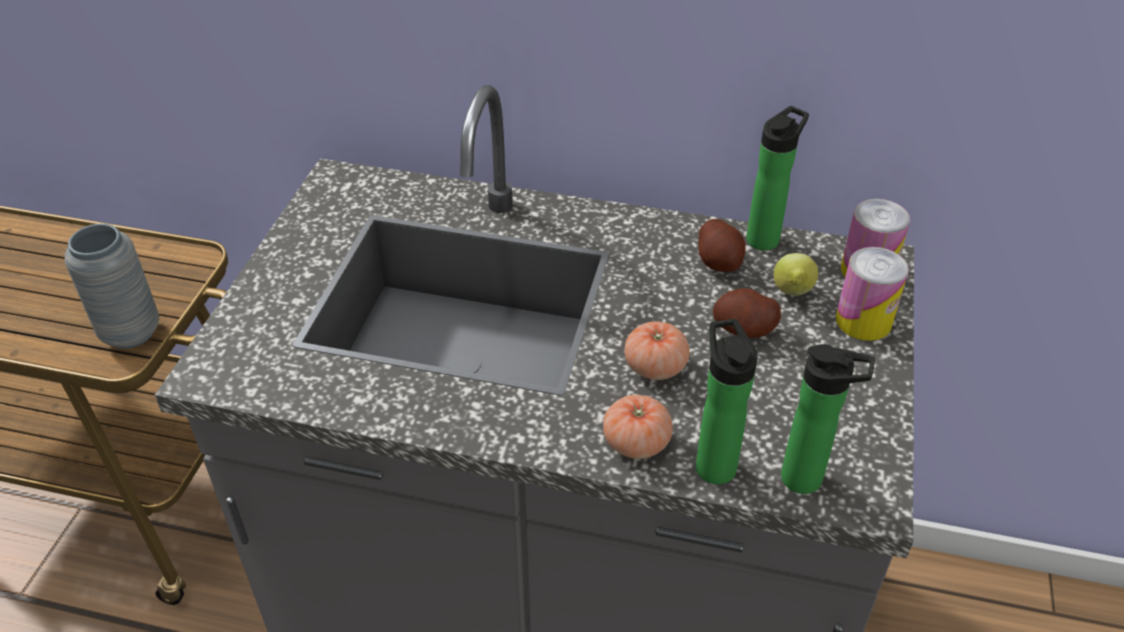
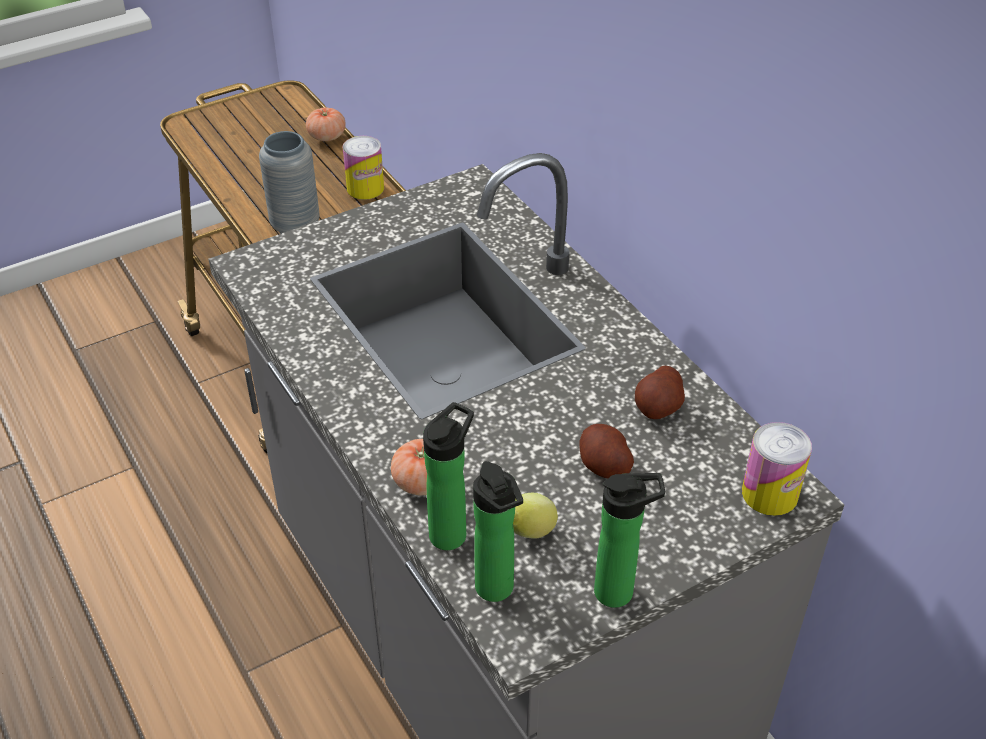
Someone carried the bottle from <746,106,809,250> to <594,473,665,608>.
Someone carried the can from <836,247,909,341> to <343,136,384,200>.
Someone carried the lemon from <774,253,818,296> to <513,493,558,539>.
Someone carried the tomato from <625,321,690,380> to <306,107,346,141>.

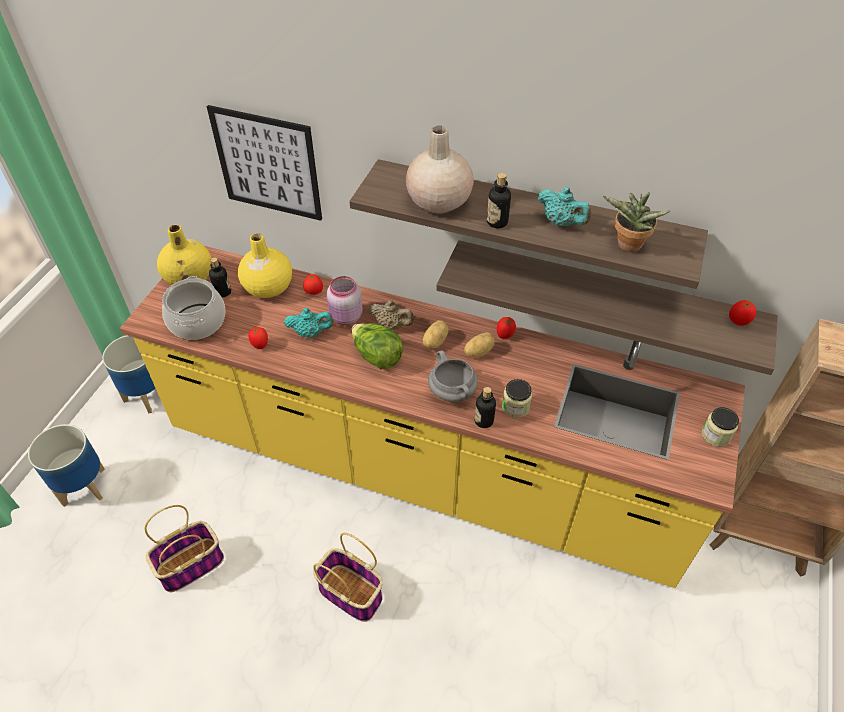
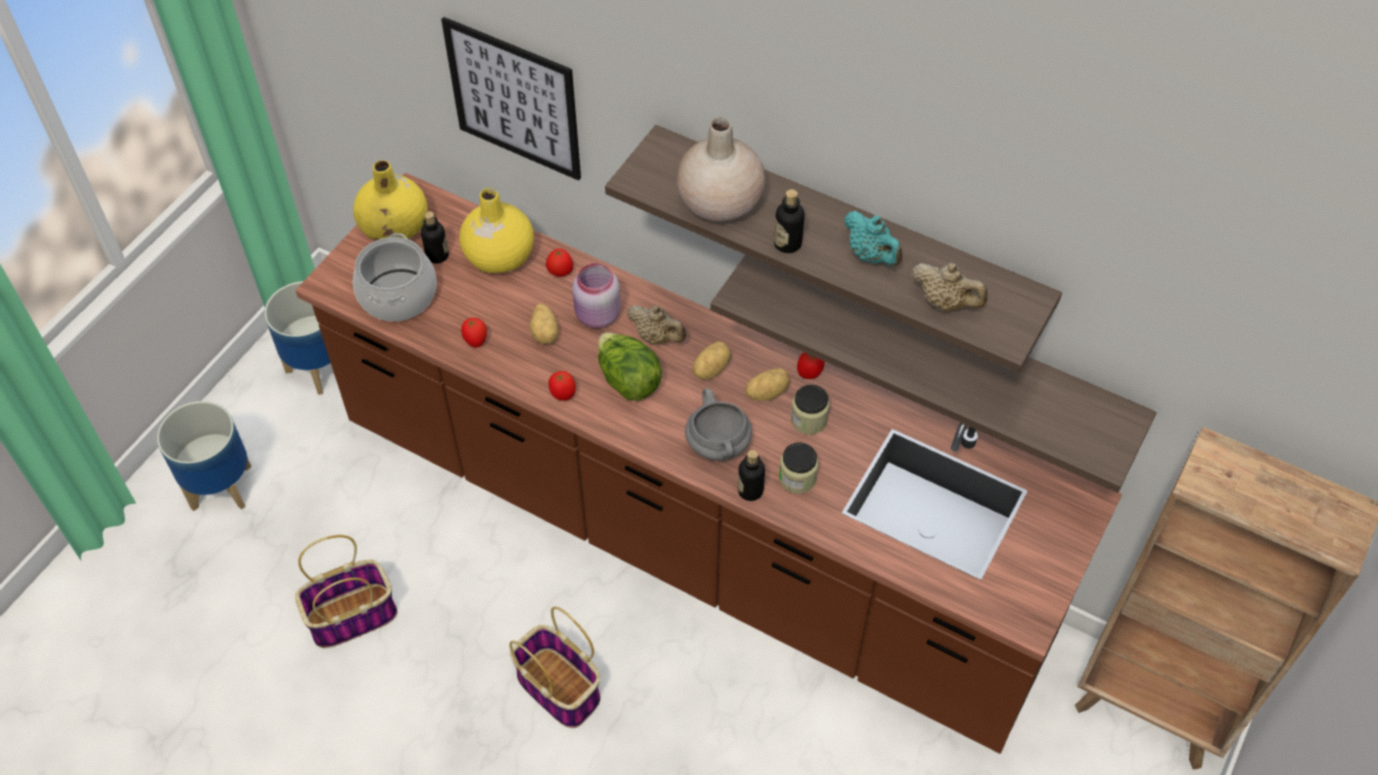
Someone swapped the potted_plant at <603,192,670,252> for the beige_teapot at <911,263,988,311>.
Someone repainted the yellow_counter at <120,246,745,588>, which became the brown_counter at <295,173,1122,754>.
Someone carried the tomato from <729,300,756,326> to <548,371,576,400>.
Someone swapped the turquoise_teapot at <284,308,334,338> for the potato at <529,303,558,344>.
Someone carried the jar from <702,407,739,447> to <791,385,830,435>.

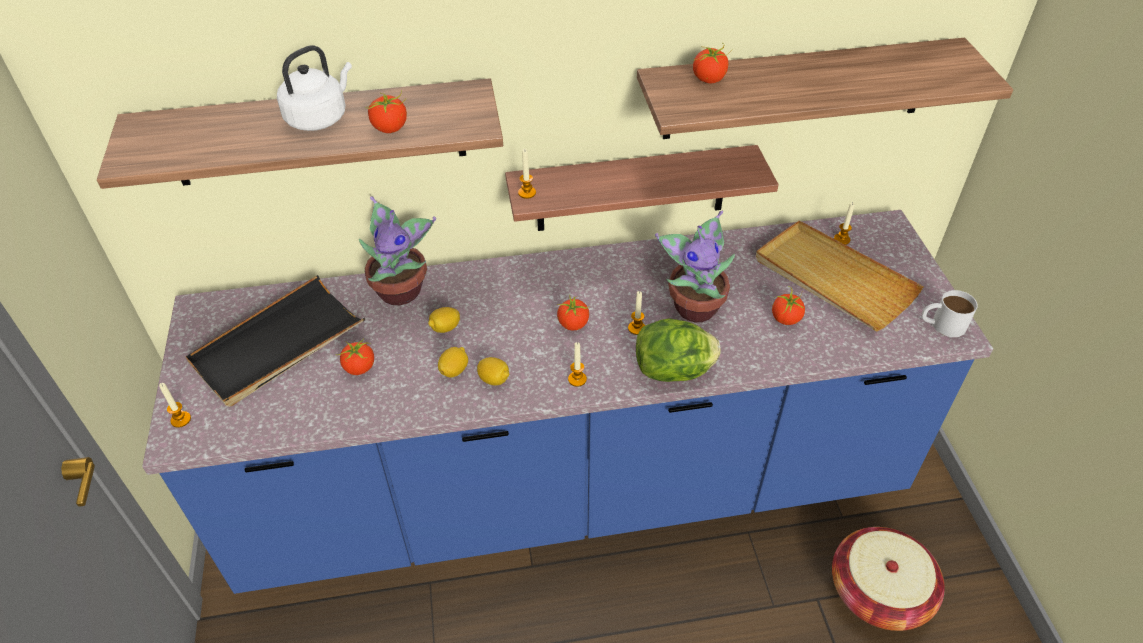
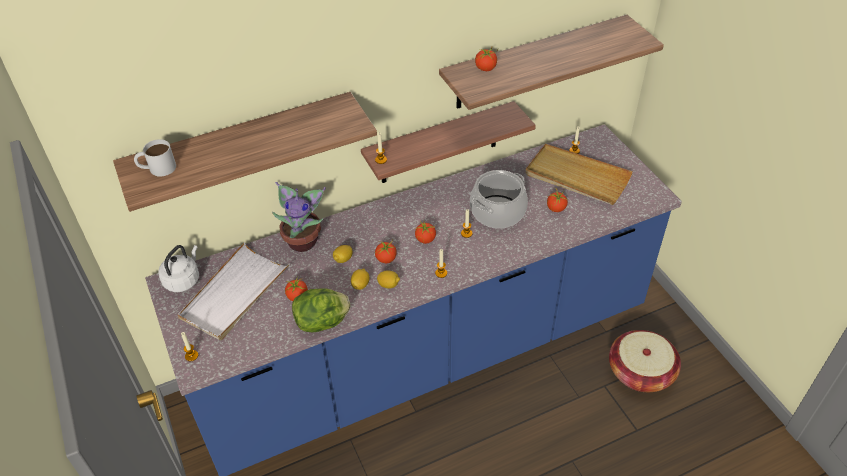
Someone carried the white_kettle from <277,45,352,131> to <158,245,199,292>.
Someone carried the tomato from <365,90,407,133> to <375,238,398,263>.
Someone swapped the potted_plant at <655,211,735,322> for the cooking_pot at <470,170,528,229>.
Someone repainted the black_tray at <185,275,365,407>, which became the white_tray at <178,243,290,340>.
Someone carried the white_mug from <922,290,978,337> to <134,139,176,177>.
Someone carried the lettuce from <636,318,721,382> to <292,288,350,332>.

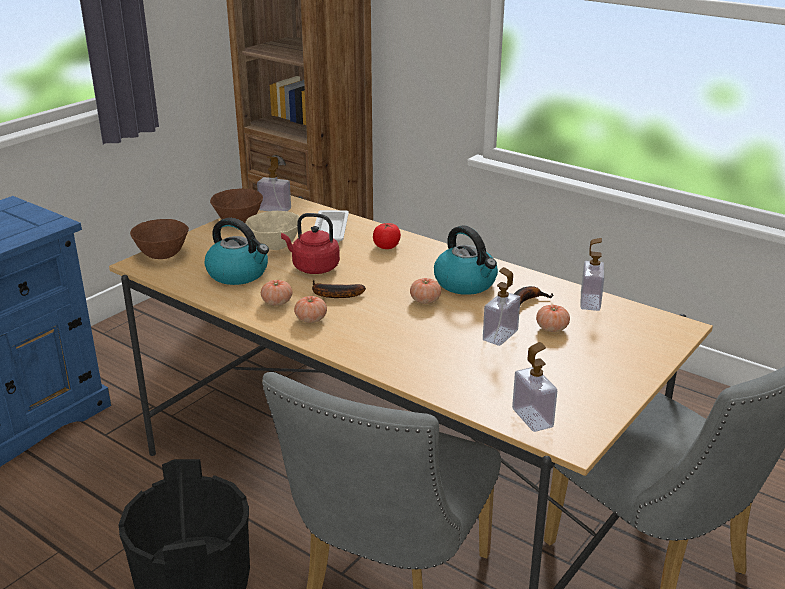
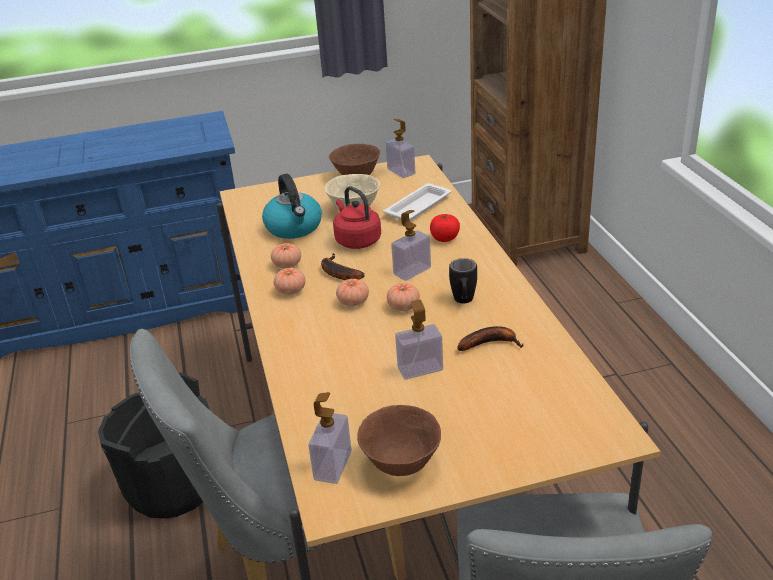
Someone carried the brown_bowl from <130,219,189,259> to <357,405,441,476>.
Someone swapped the kettle at <434,225,498,295> for the black_mug at <449,258,477,304>.
Someone carried the soap_dispenser from <580,238,604,311> to <391,210,431,281>.
Someone carried the tomato from <536,305,570,332> to <336,279,369,306>.

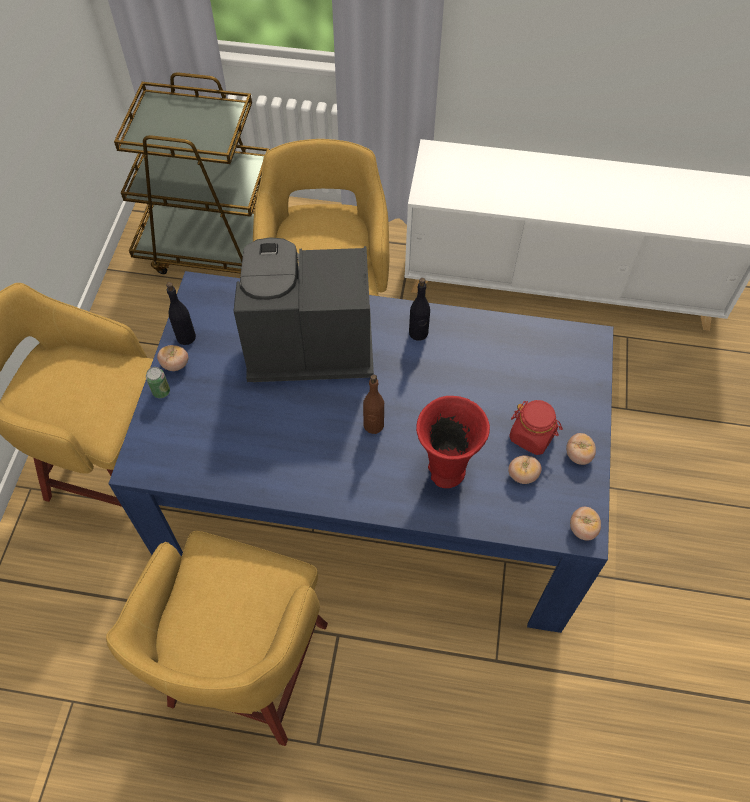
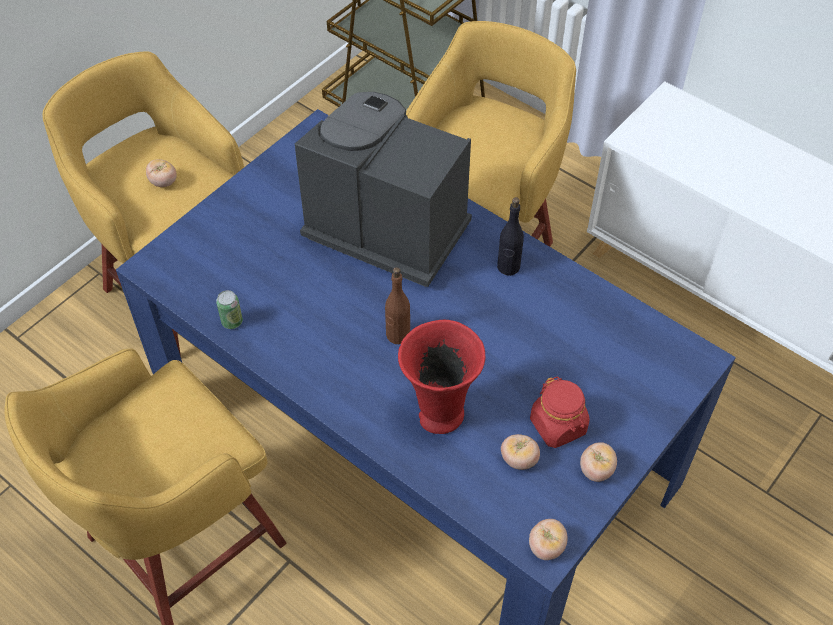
Someone took away the black_bottle at <166,282,196,345>.
Someone carried the tomato from <157,345,188,371> to <146,159,177,187>.
Someone carried the can from <146,367,170,398> to <216,290,243,329>.

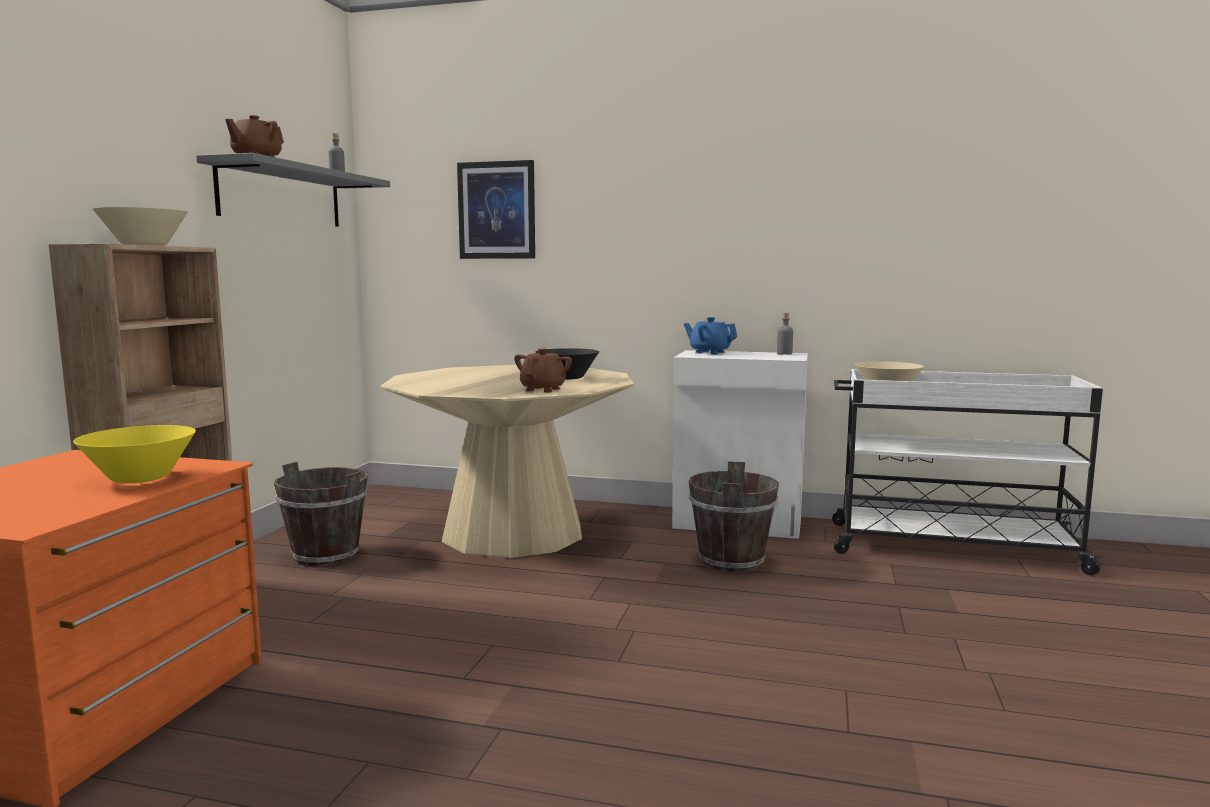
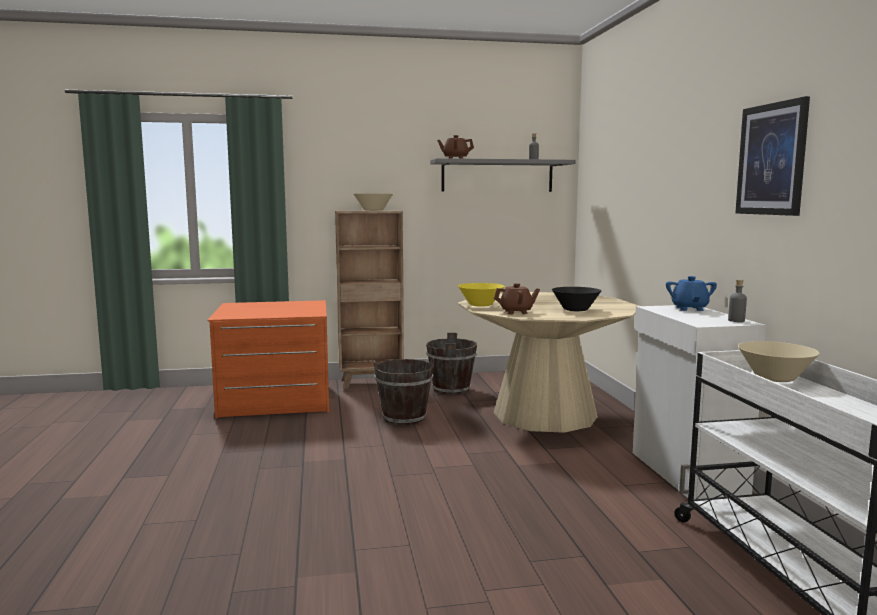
Someone carried the picture from <457,160,535,259> to <735,96,810,216>.
Someone carried the yellow_bowl from <73,425,196,483> to <458,283,505,307>.
Someone carried the brown_bucket from <689,461,779,572> to <373,357,435,426>.

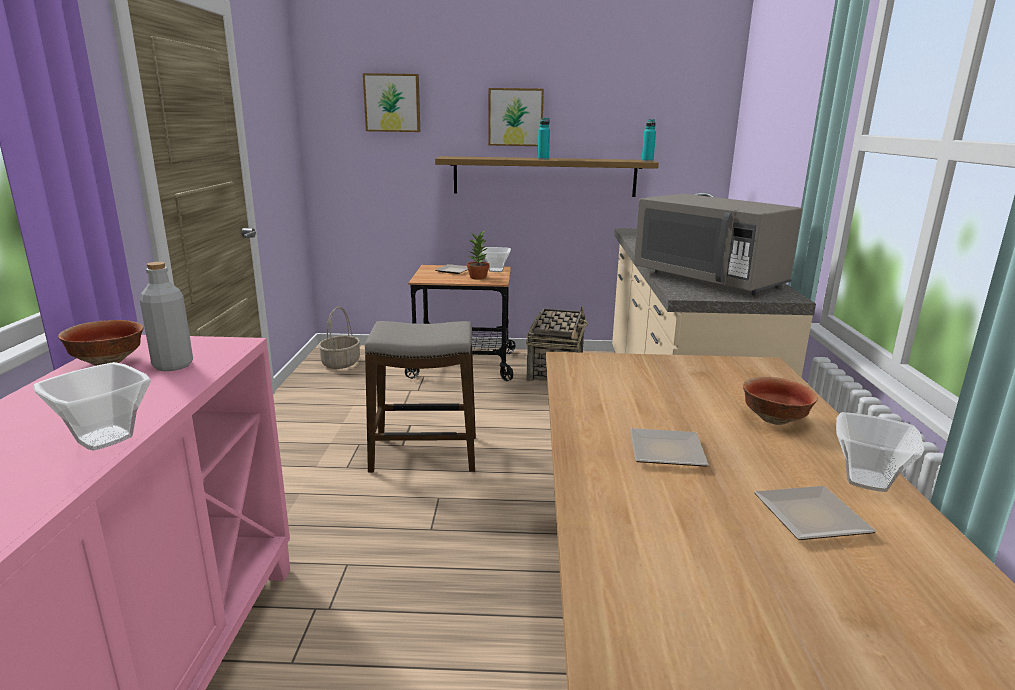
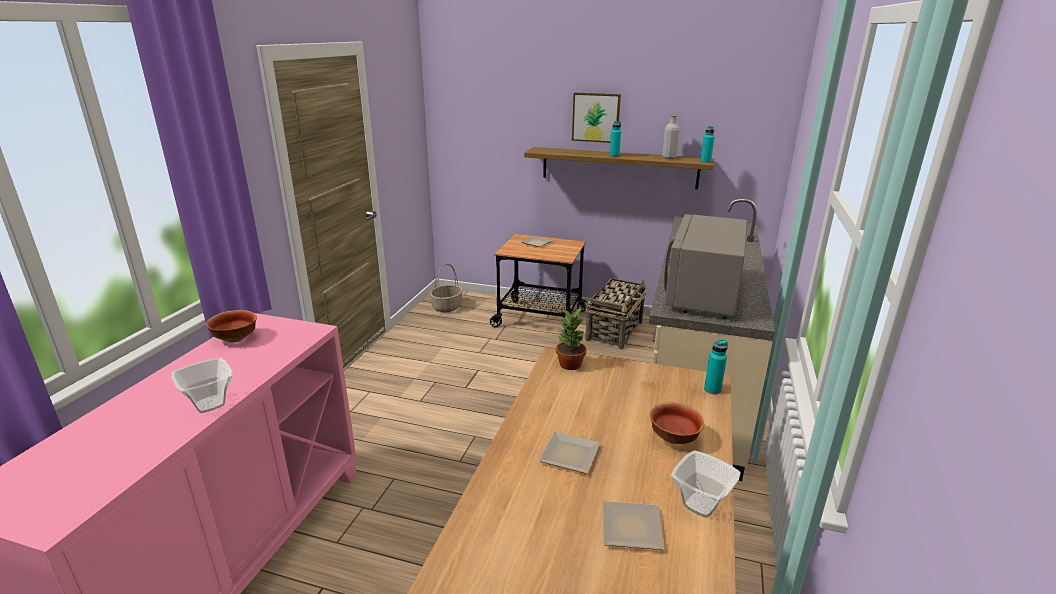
Someone took away the picture at <363,73,420,132>.
Someone rotated the grey_microwave at <634,194,802,296> by 45 degrees clockwise.
Someone carried the potted_plant from <467,230,490,280> to <556,308,586,370>.
Someone took away the bowl at <482,247,511,272>.
Someone carried the grey_bottle from <140,262,193,371> to <662,115,680,159>.
Someone took away the stool at <365,321,476,473>.
Someone put down the turquoise_bottle at <704,340,728,394>.

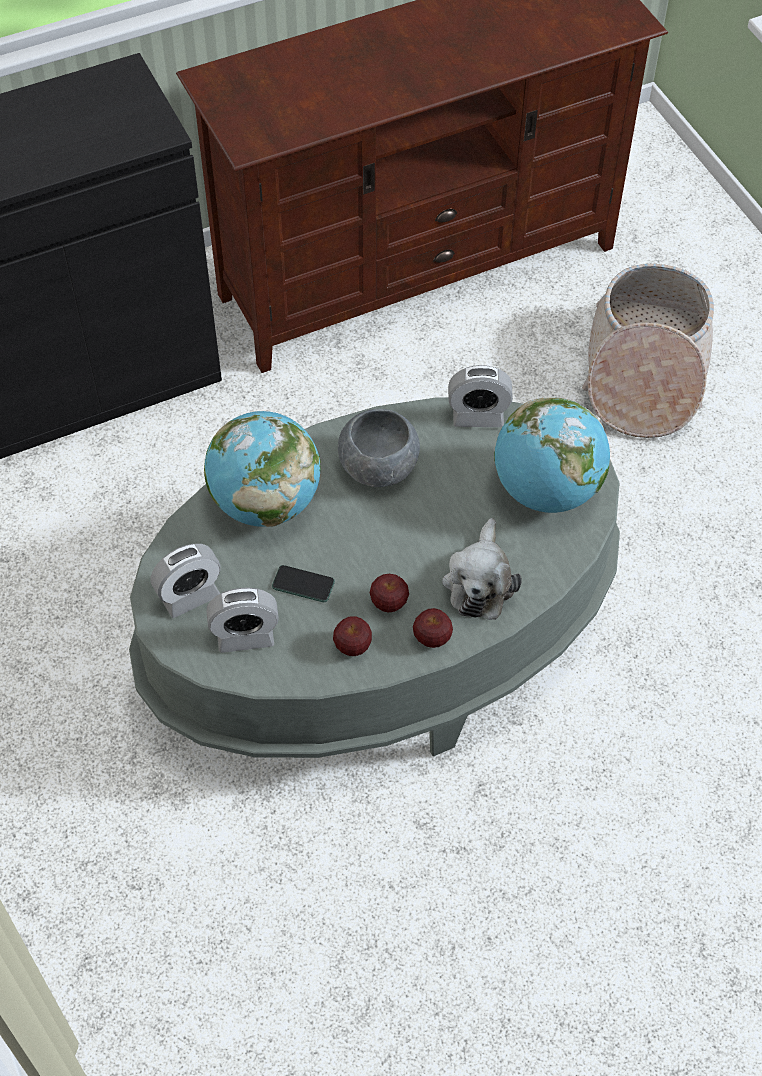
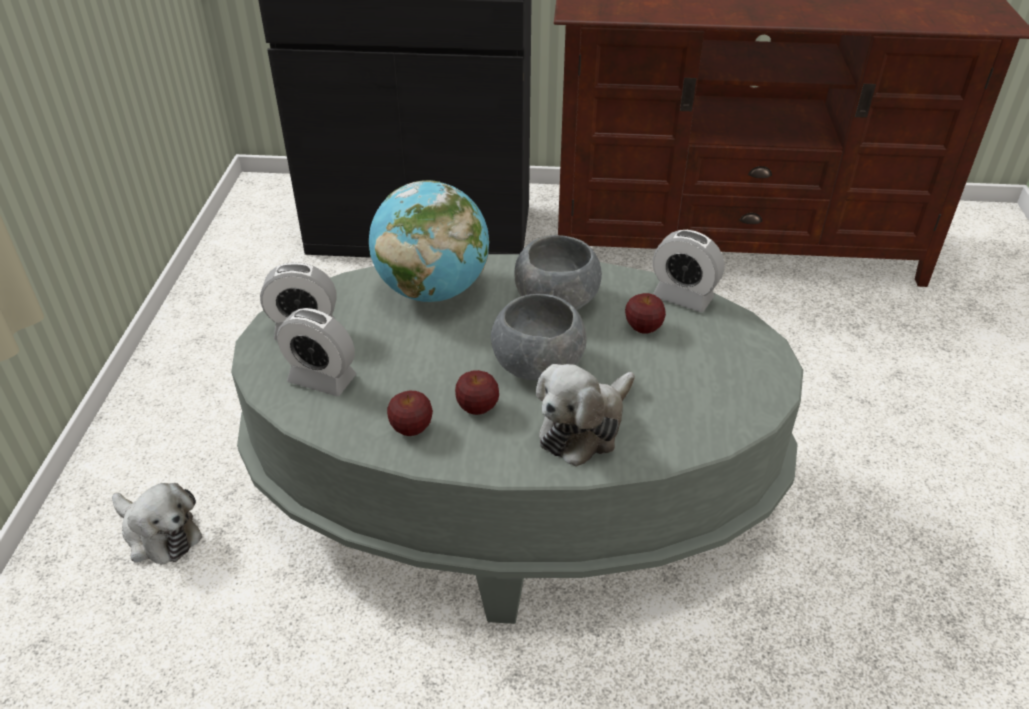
Someone took away the basket at <582,264,714,438>.
Someone took away the globe at <494,397,610,513>.
Someone took away the phone at <272,565,335,602>.
Someone carried the apple from <413,608,453,648> to <625,293,666,334>.
Someone put down the grey_bowl at <491,294,586,380>.
Someone put down the plush_toy at <112,483,202,564>.

